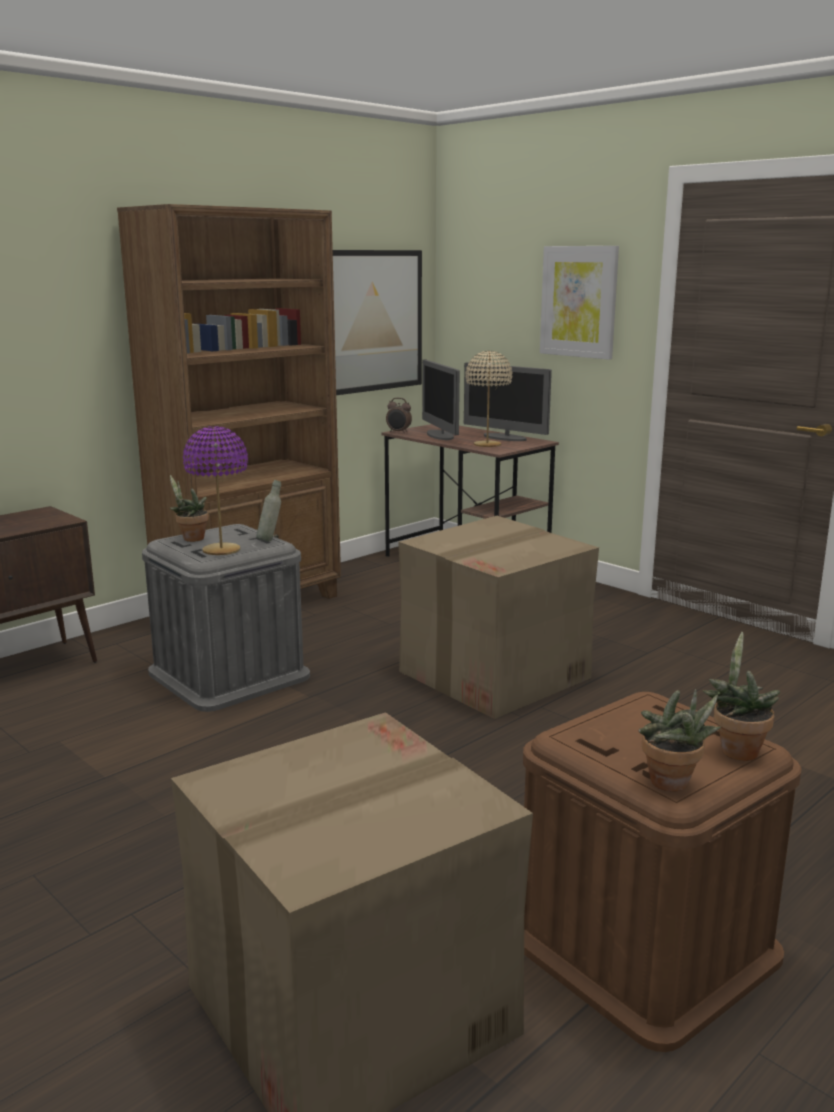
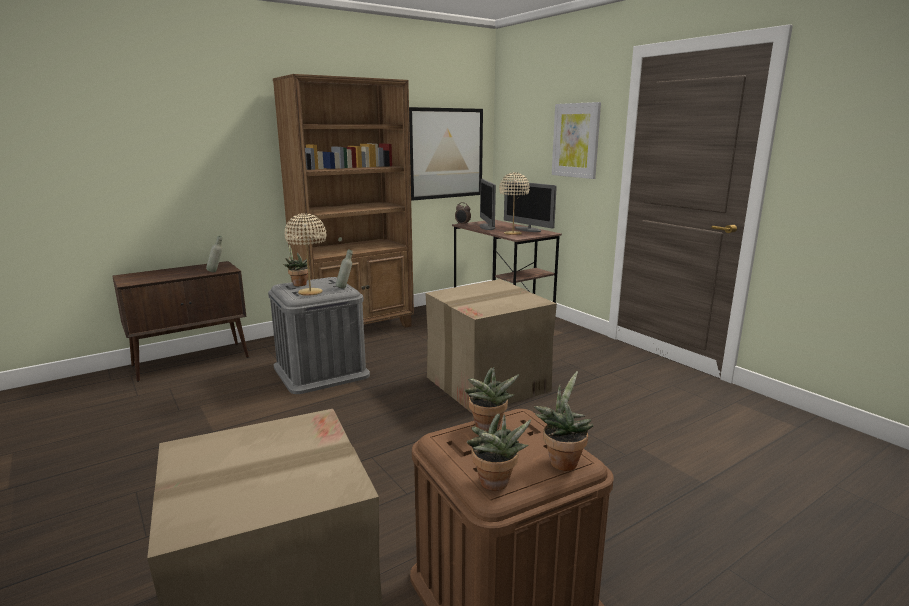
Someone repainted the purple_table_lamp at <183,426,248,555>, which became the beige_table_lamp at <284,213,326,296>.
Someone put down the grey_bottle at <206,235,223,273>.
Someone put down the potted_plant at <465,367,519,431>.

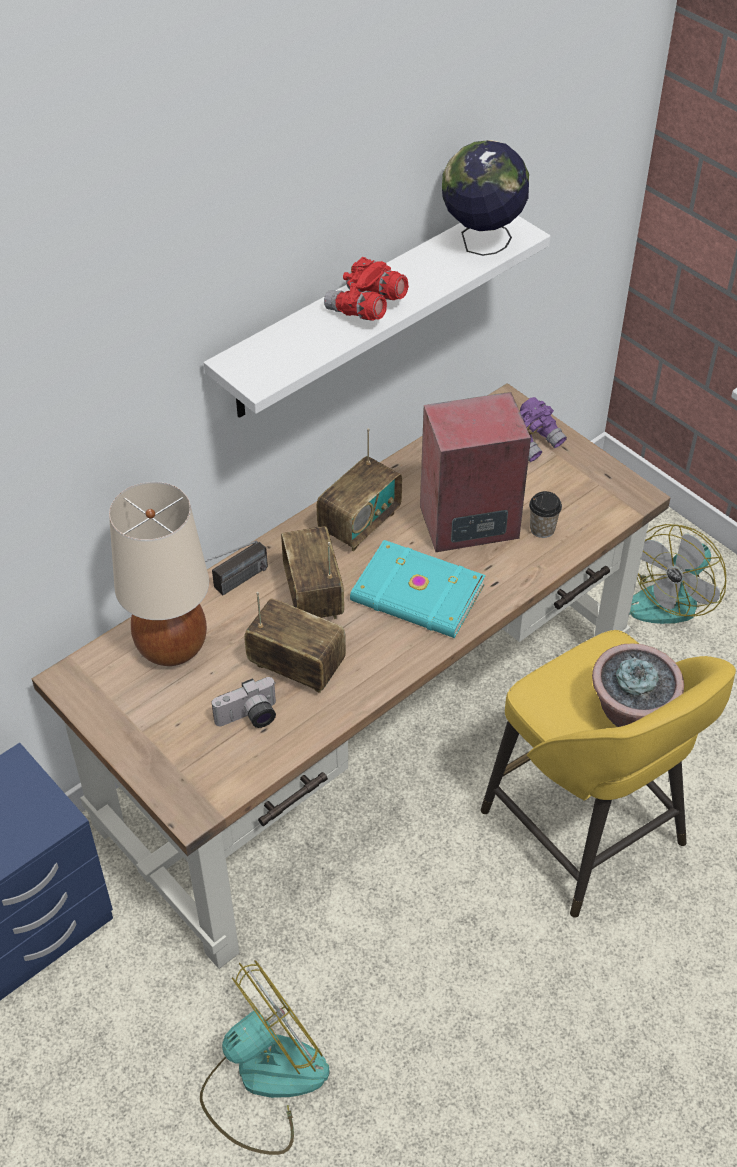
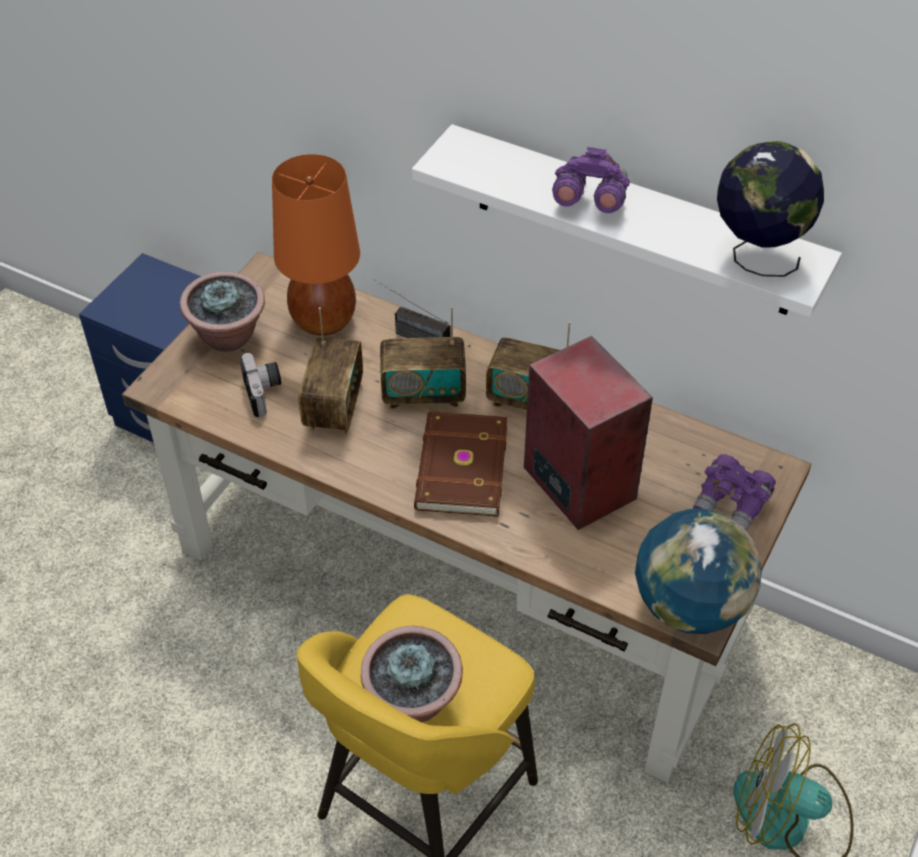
Someone repainted the red_binoculars at <324,257,409,321>, which became the purple_binoculars at <552,147,630,213>.
Someone repainted the beige_table_lamp at <109,482,209,666>, which became the orange_table_lamp at <272,154,360,335>.
Someone took away the cup at <529,491,562,538>.
Someone rotated the radio at <281,526,344,619> by 150 degrees counterclockwise.
Someone repainted the turquoise_book at <350,540,485,638>, which became the brown_book at <414,411,508,517>.
Someone rotated the photo_camera at <212,677,276,728> by 150 degrees counterclockwise.
Someone took away the fan at <200,960,329,1155>.
Someone put down the potted_plant at <180,271,265,352>.
Someone put down the globe at <635,509,762,634>.

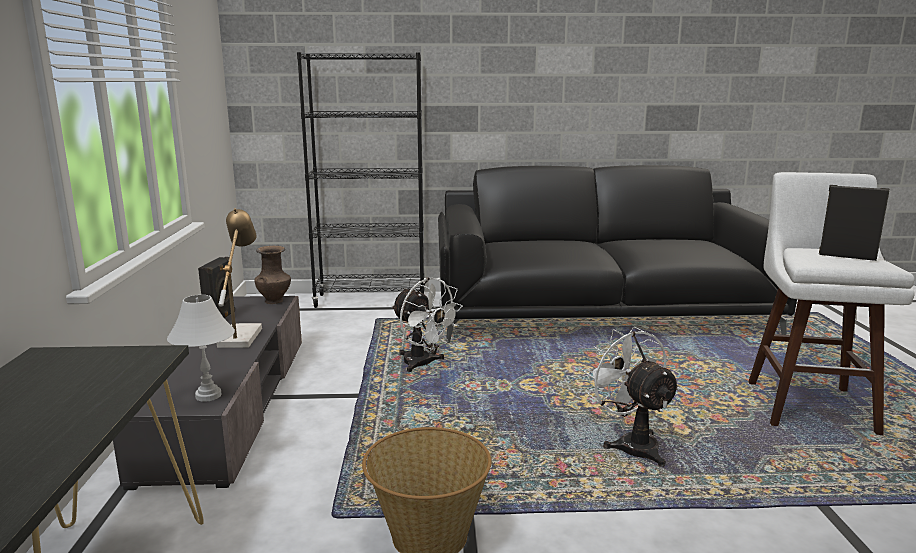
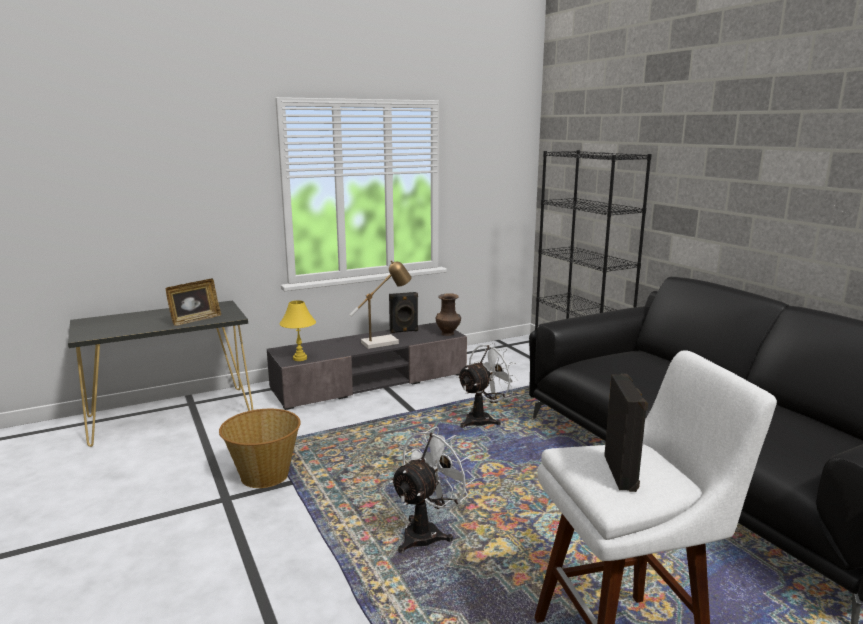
Someone rotated the white_fan at <391,278,463,372> by 150 degrees counterclockwise.
Someone repainted the white_table_lamp at <167,295,235,402>, which became the yellow_table_lamp at <279,300,316,361>.
Someone put down the picture_frame at <166,279,221,325>.

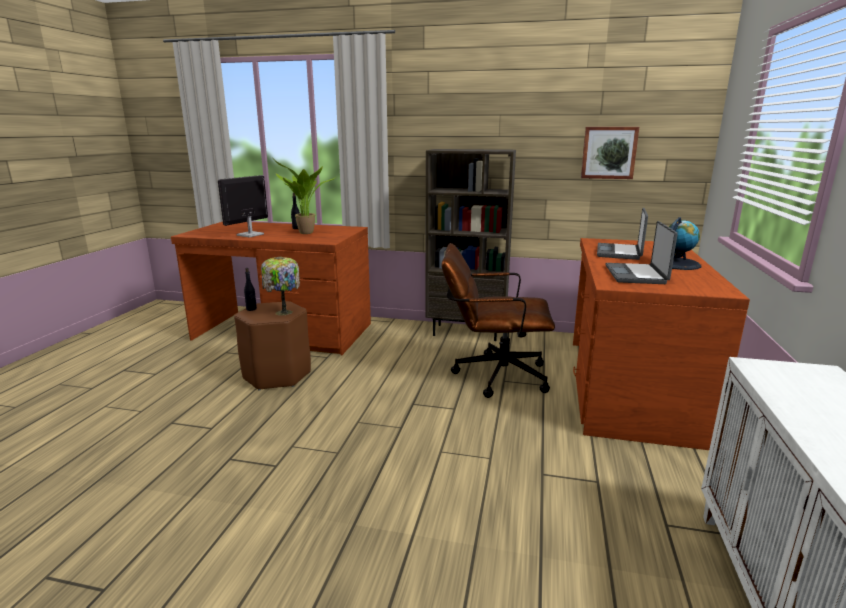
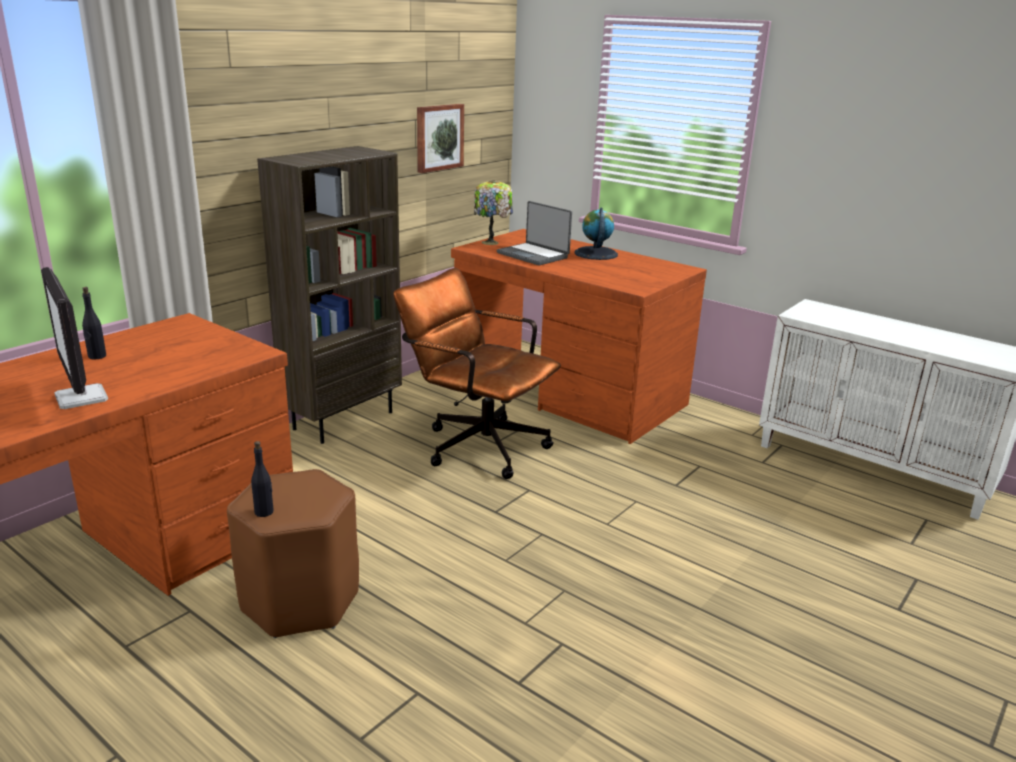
Someone took away the potted_plant at <273,158,337,234>.
Someone took away the laptop at <605,221,678,284>.
Someone rotated the brown_office_chair at <441,243,555,398> by 90 degrees clockwise.
Someone carried the table_lamp from <261,256,300,316> to <474,180,513,245>.

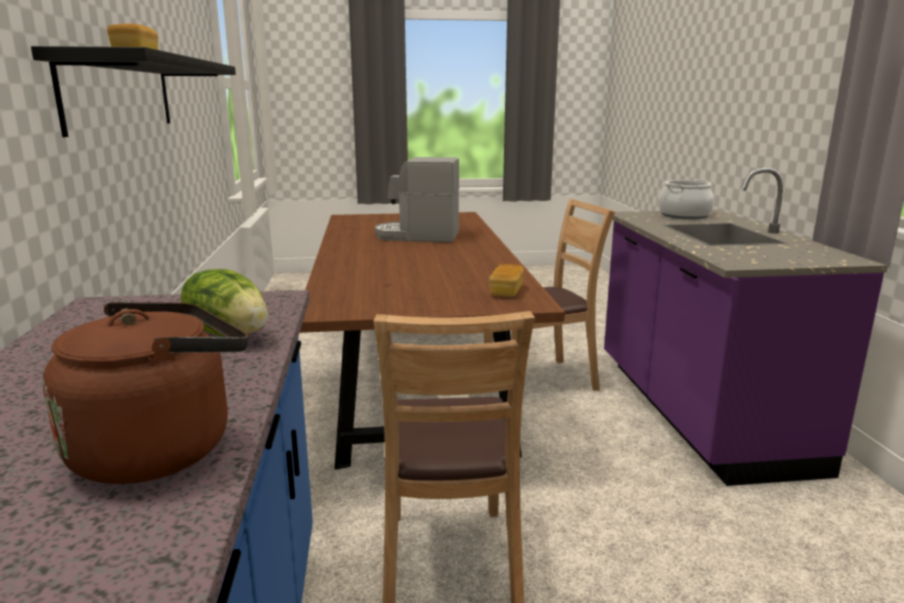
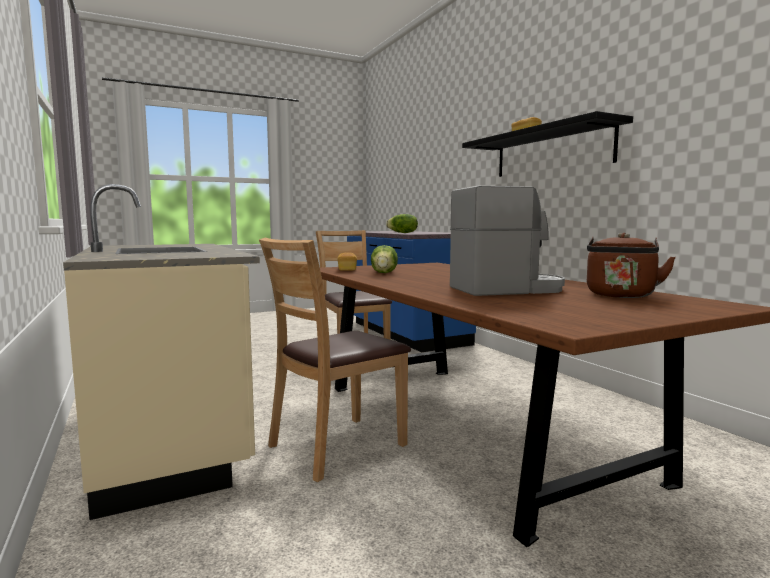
Someone repainted the purple_counter at <604,167,888,486>, which became the beige_counter at <63,184,260,520>.
Someone took away the cooking_pot at <658,179,714,219>.
Someone carried the brown_kettle from <43,302,248,484> to <587,233,676,298>.
Someone put down the lettuce at <371,245,398,273>.

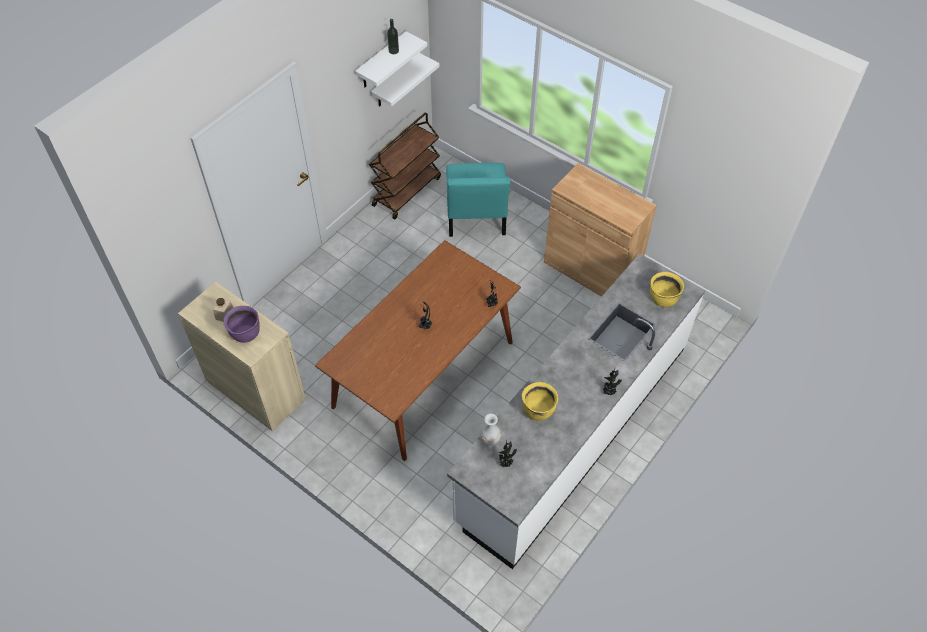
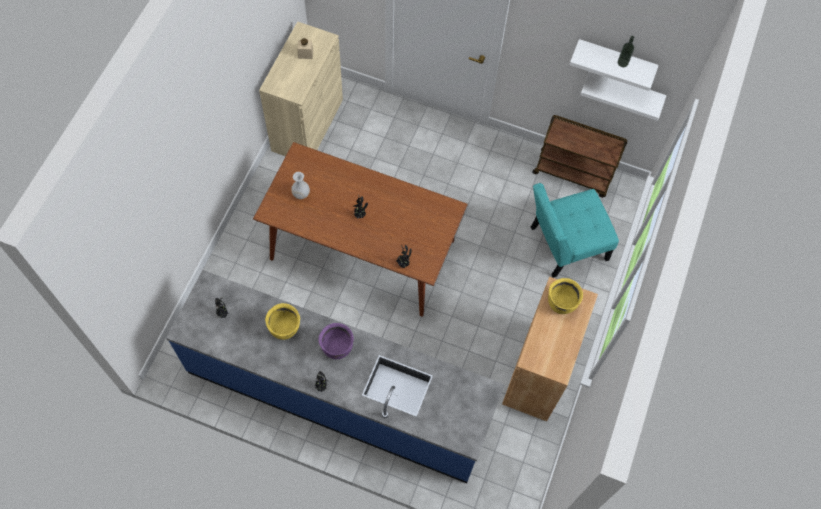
Someone repainted the white_counter at <447,253,705,569>, which became the blue_counter at <166,270,505,483>.
Someone carried the yellow_cooking_pot from <650,272,684,307> to <548,278,583,314>.
Someone carried the purple_cooking_pot from <223,306,260,343> to <318,323,354,359>.
Someone carried the white_vase from <480,414,501,446> to <291,172,310,199>.

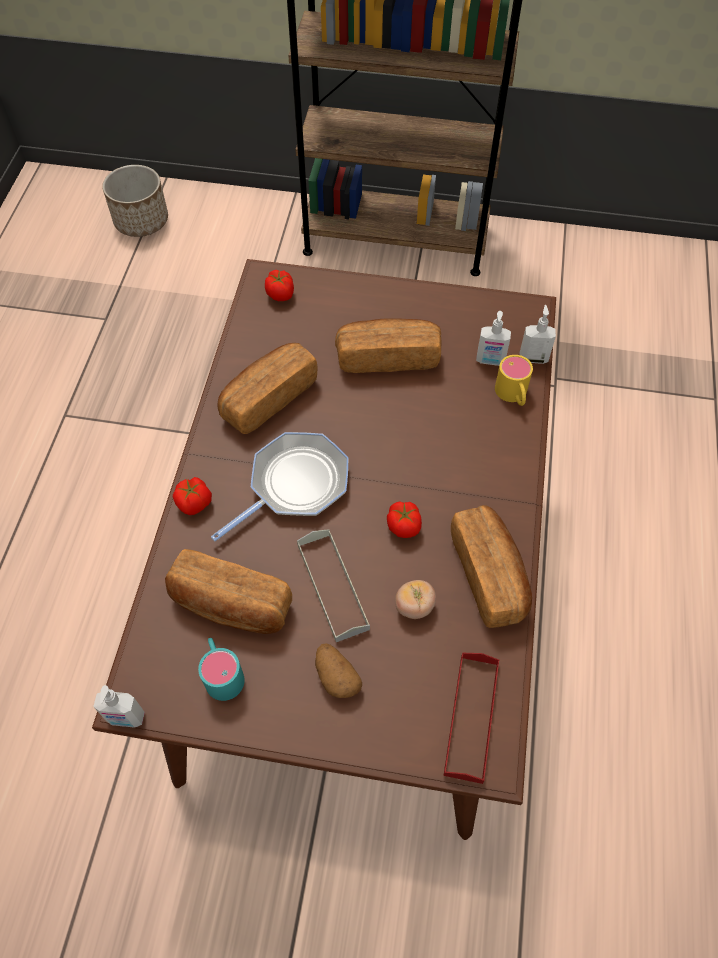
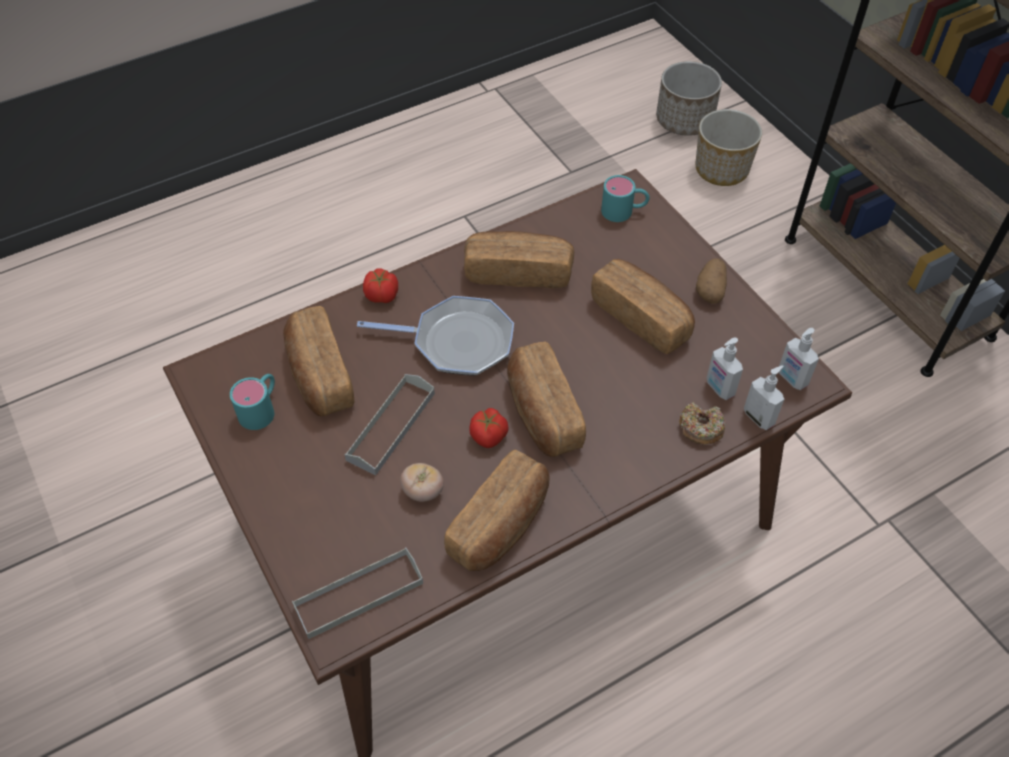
Someone swapped the tomato at <265,270,294,301> for the turquoise_mug at <601,175,649,222>.
Someone swapped the yellow_mug at <495,355,533,406> for the donut at <679,402,725,445>.
Someone carried the potato from <315,643,362,698> to <696,258,727,303>.
Someone repainted the red_tray at <443,653,499,784>, which became the grey_tray at <292,548,423,639>.
Someone carried the soap_dispenser from <93,685,145,728> to <779,328,819,390>.
Someone put down the planter at <695,109,762,186>.
Someone put down the bread at <507,342,586,457>.

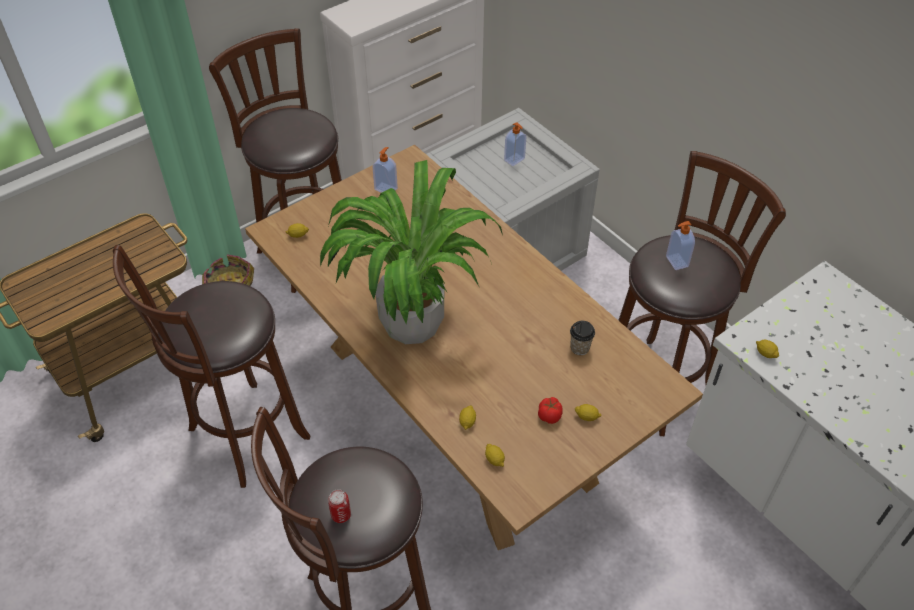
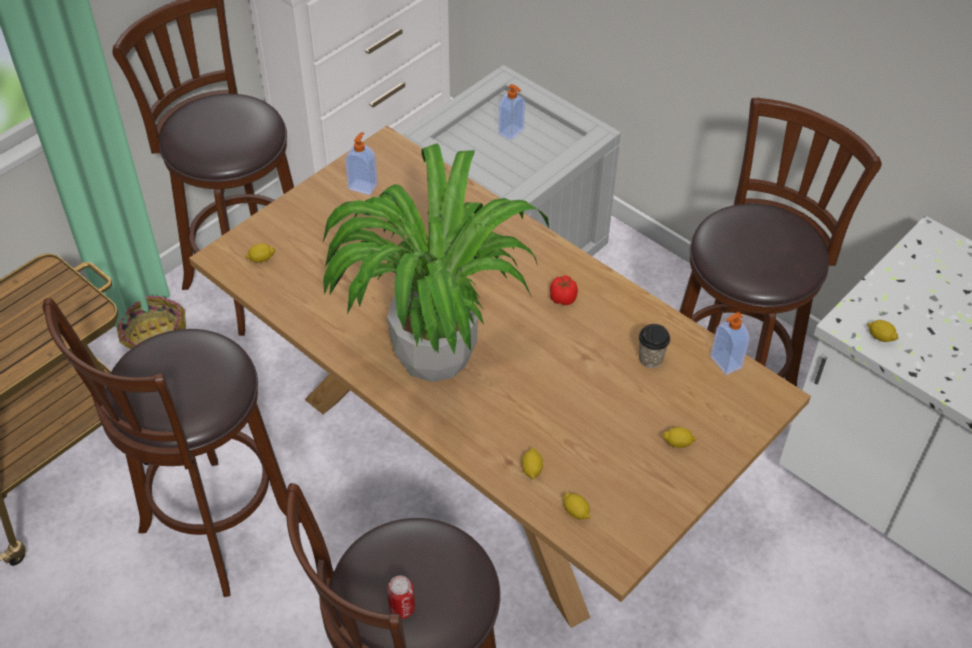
Someone carried the soap_dispenser from <666,221,695,270> to <710,312,750,375>.
Someone carried the tomato from <538,397,563,424> to <550,275,578,305>.

